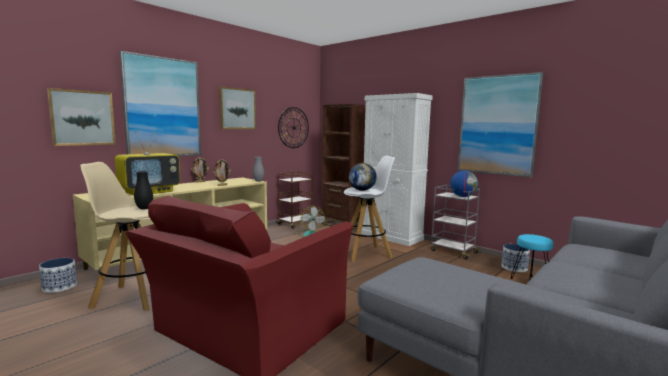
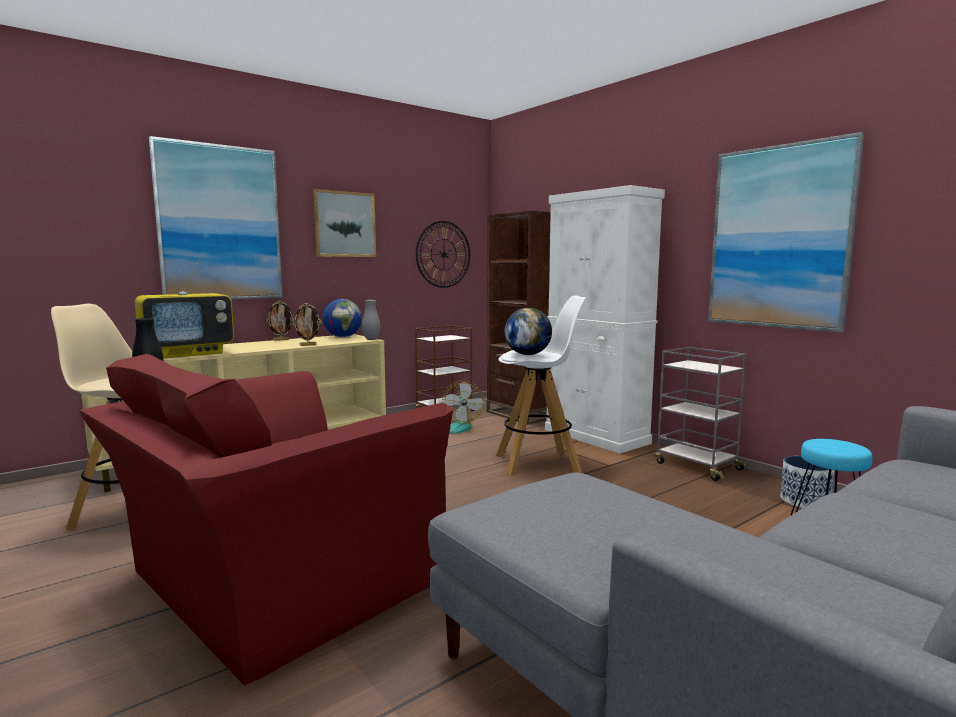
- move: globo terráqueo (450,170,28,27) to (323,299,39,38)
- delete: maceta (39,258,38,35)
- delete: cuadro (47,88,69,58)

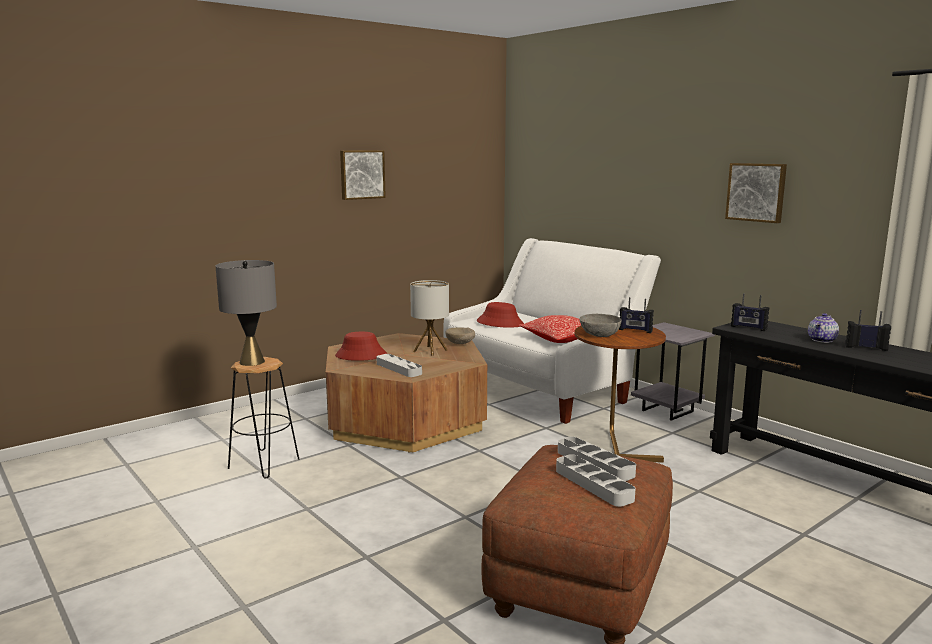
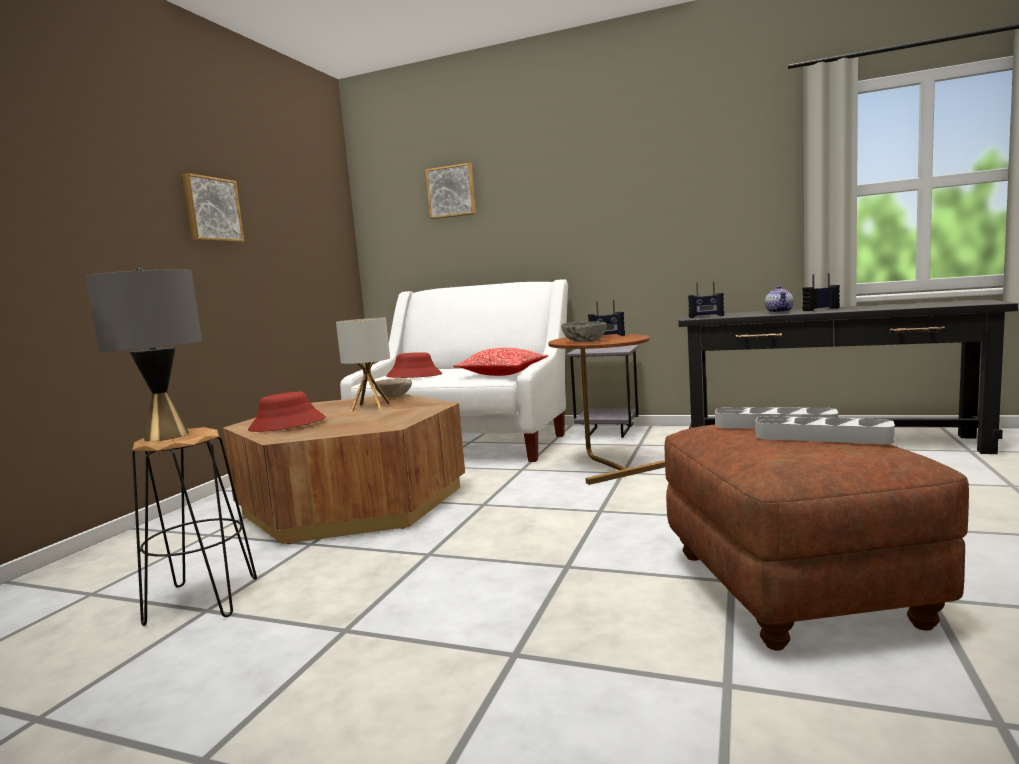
- move: cuadro (725,163,62,60) to (426,163,50,56)
- delete: bandeja [gris] (376,354,46,23)

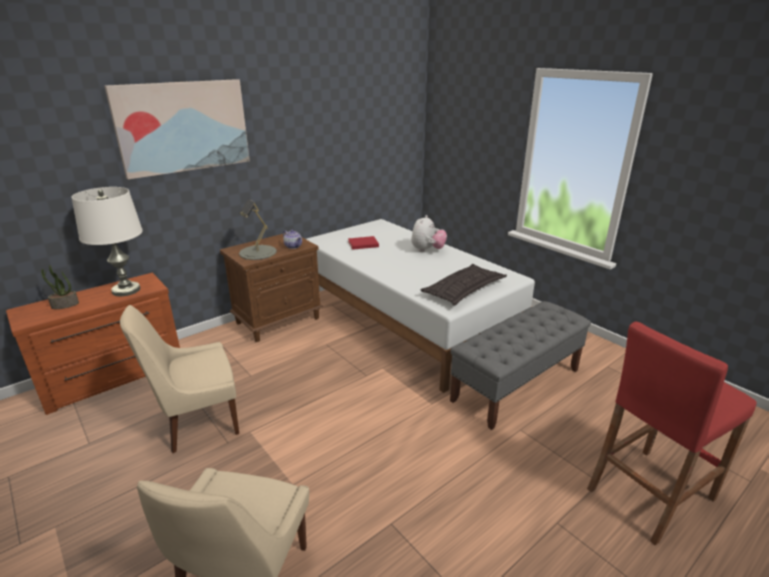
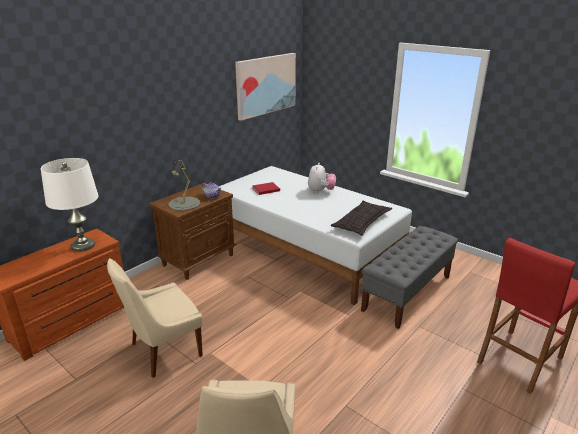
- move: cuadro (104,79,146,100) to (235,53,61,68)
- delete: planta en maceta (41,265,38,44)

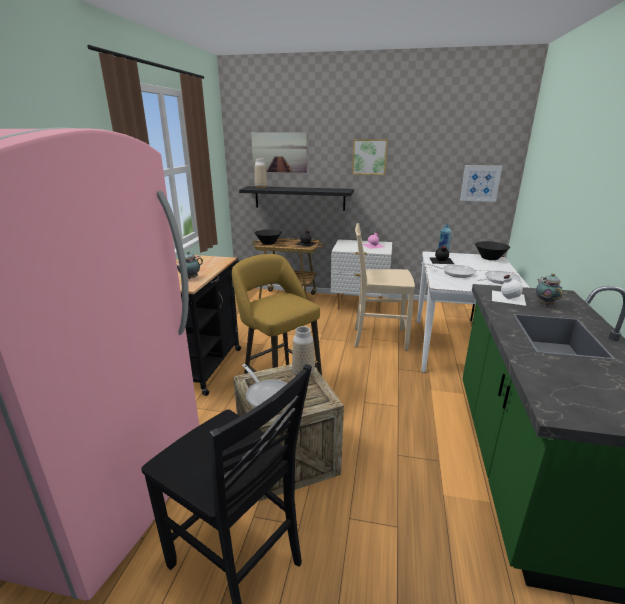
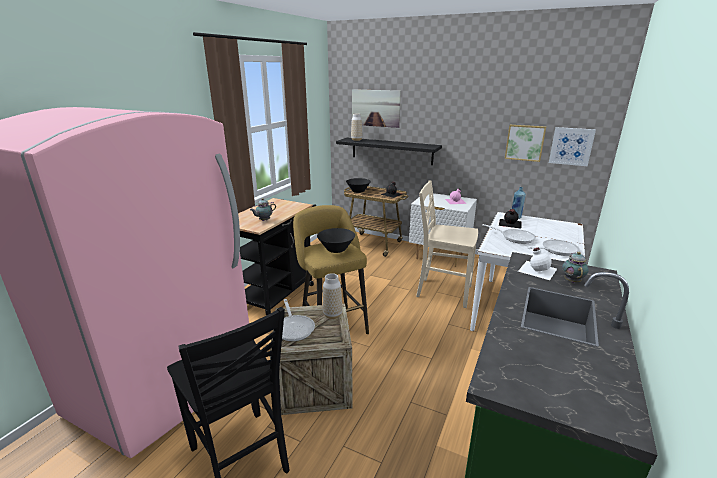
- move: cuenco [negro] (475,241,35,19) to (317,228,38,25)
- move: cuadro (352,139,36,36) to (505,125,41,37)

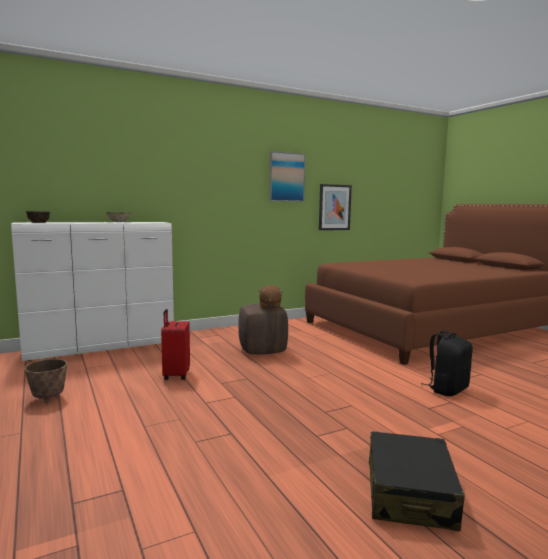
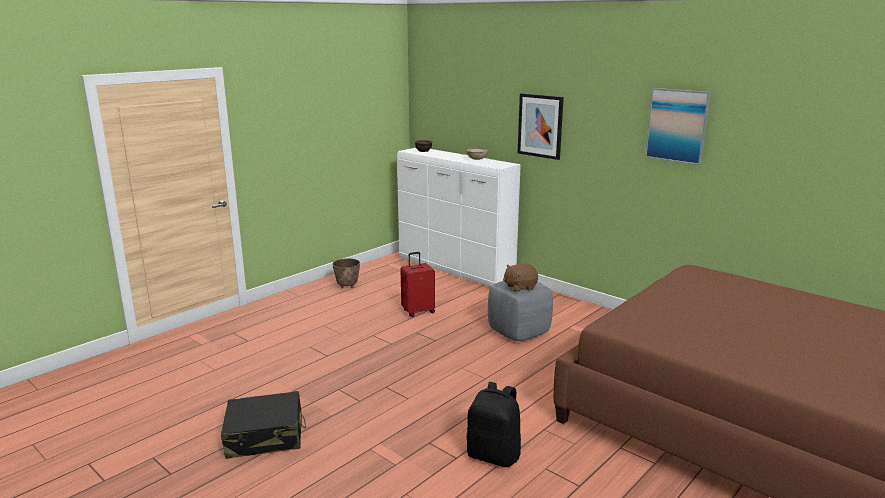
- recolor: puf [marrón] (238,303,50,51) to puf [gris] (488,281,65,60)
- move: cuadro (319,184,33,46) to (518,93,46,67)

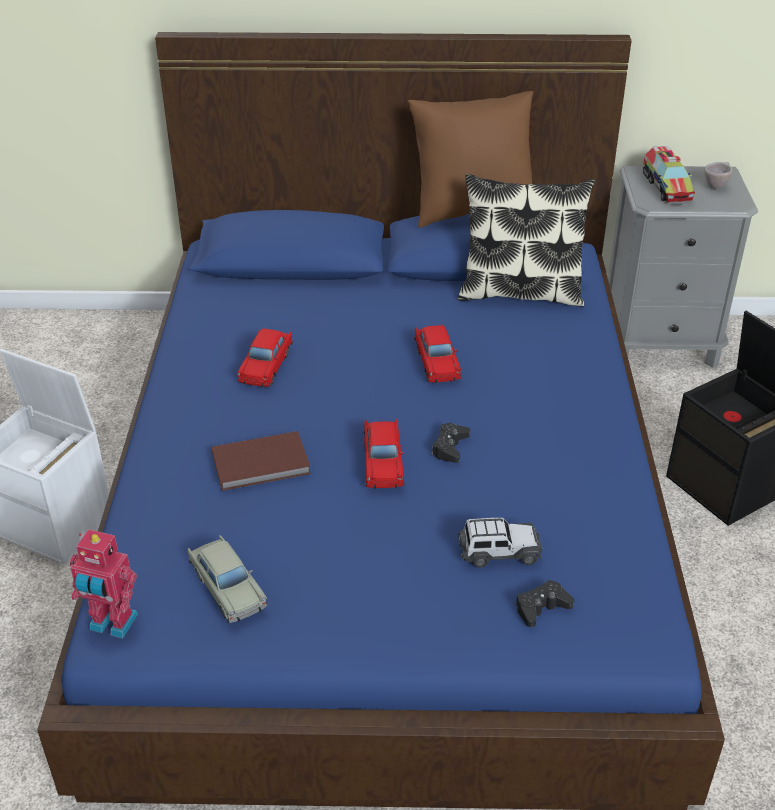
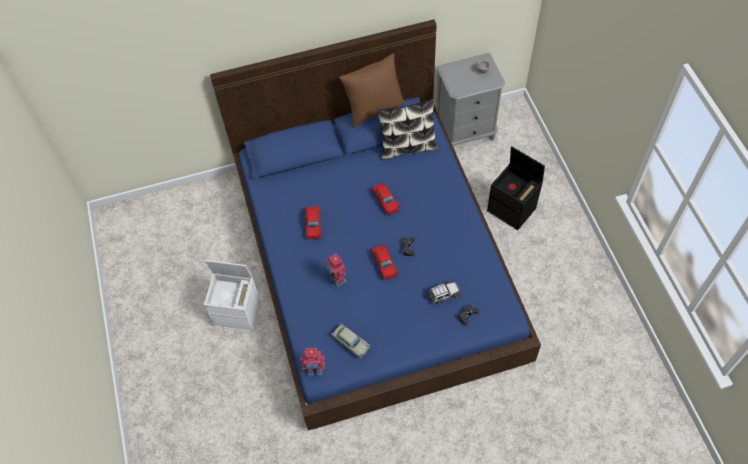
- replace: libro [marrón] (211,431,100,60) to robot de juguete (326,254,21,33)
- delete: camión de juguete (643,146,52,59)

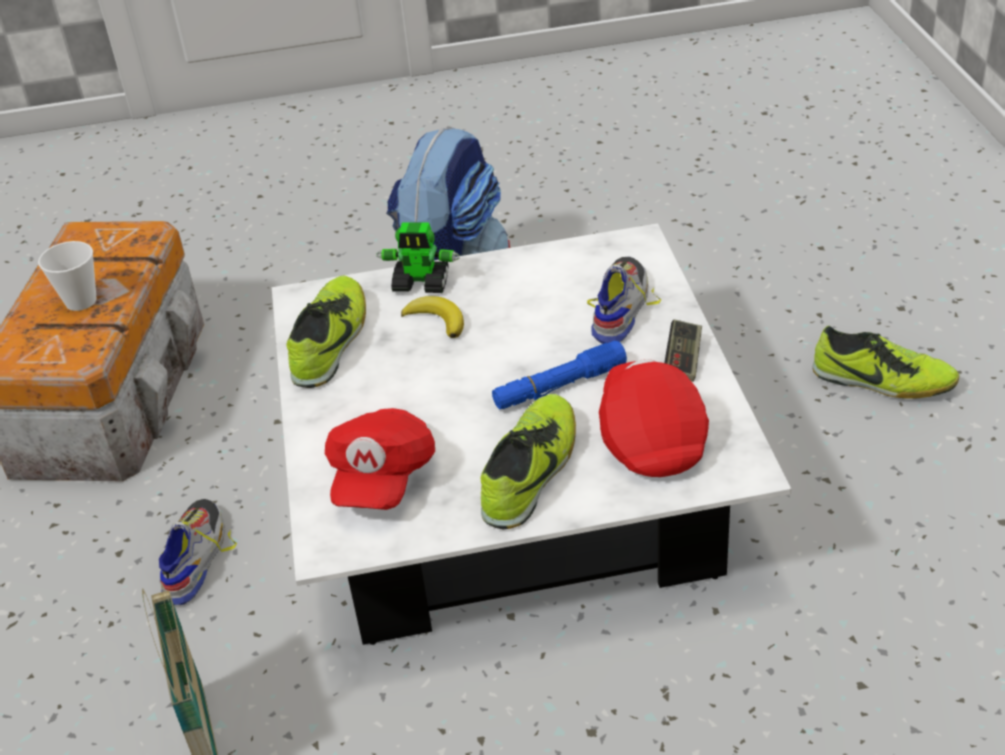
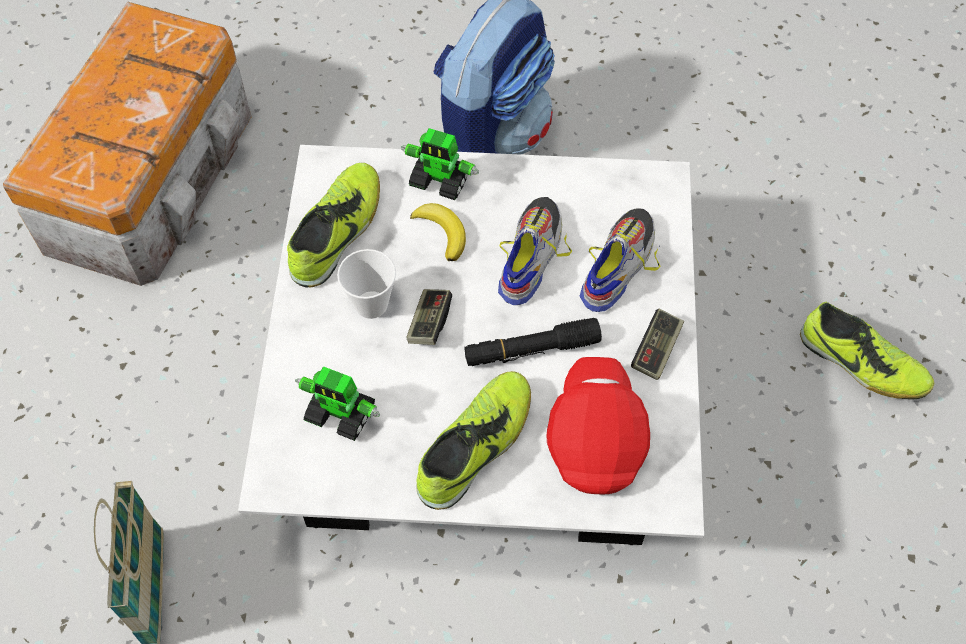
- replace: gorra [rojo] (325,408,110,102) to robot de juguete (295,366,85,75)
- move: taza (38,241,59,70) to (337,249,59,70)
- insert: mando de consola (406,289,46,56)
- recolor: linterna [azul] (492,341,135,68) to linterna [negro] (464,318,138,48)
- move: zapato (159,499,78,107) to (498,197,74,108)

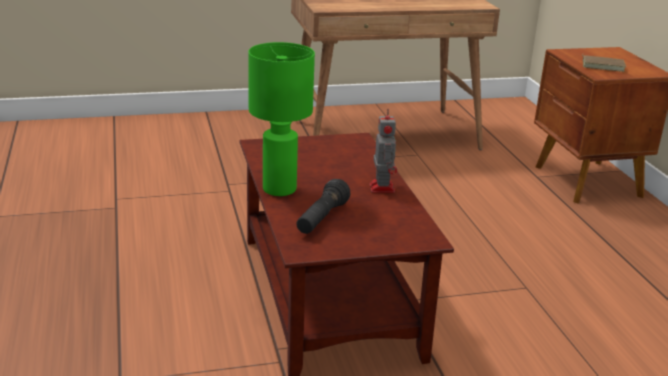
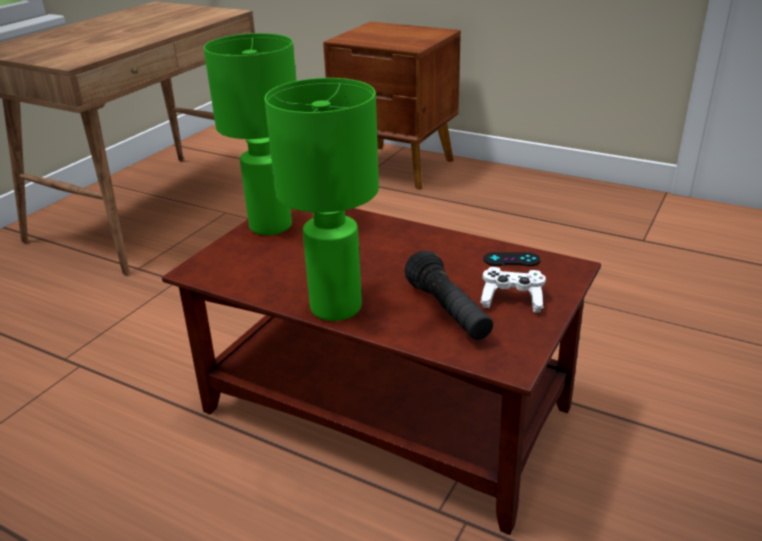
- insert: lámpara de mesa [verde] (204,33,93,202)
- insert: mando de consola [blanco] (480,267,66,46)
- insert: mando de consola [negro] (483,252,58,14)
- delete: robot de juguete (369,108,28,85)
- delete: libro [marrón] (582,53,44,19)

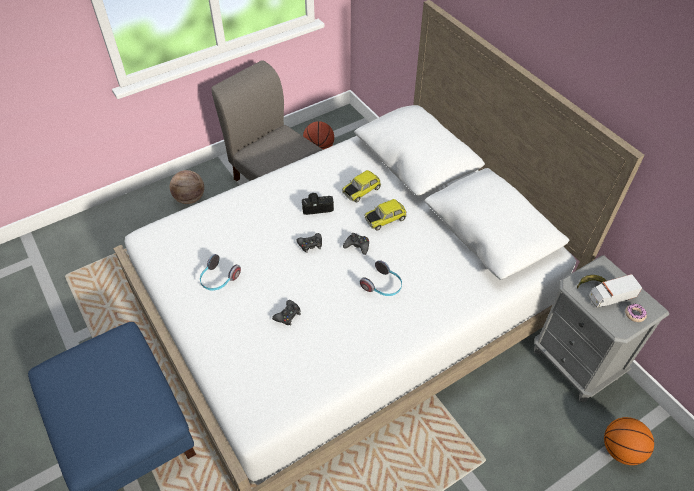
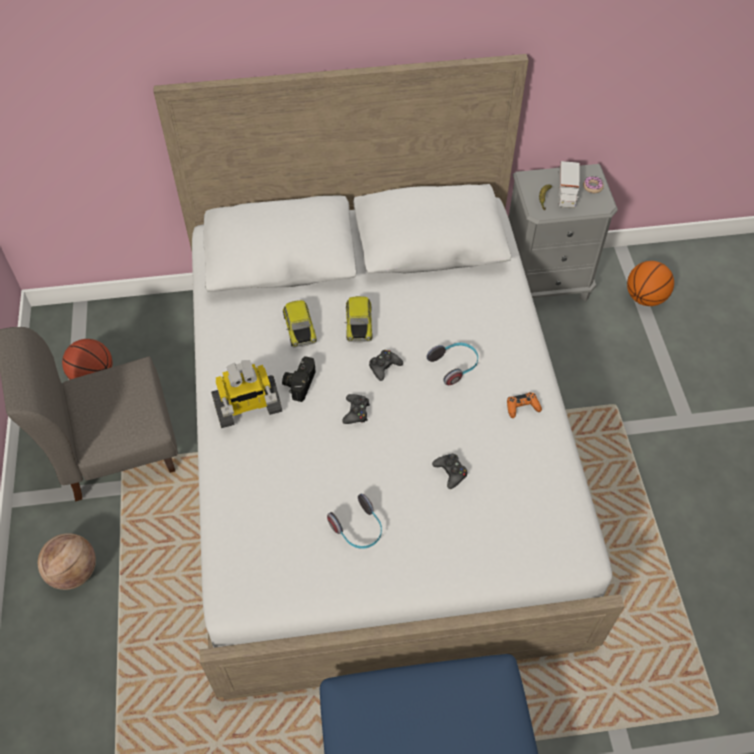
- insert: robot de juguete (211,360,71,68)
- insert: mando de consola [naranja] (507,392,35,26)

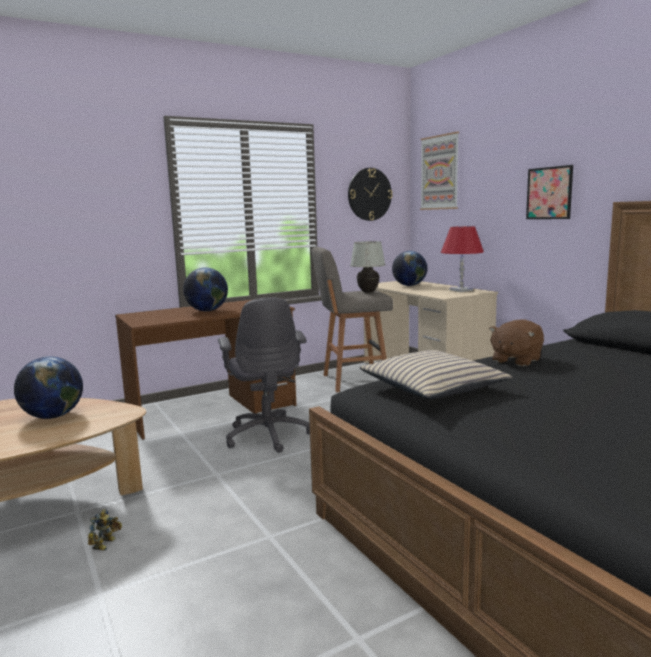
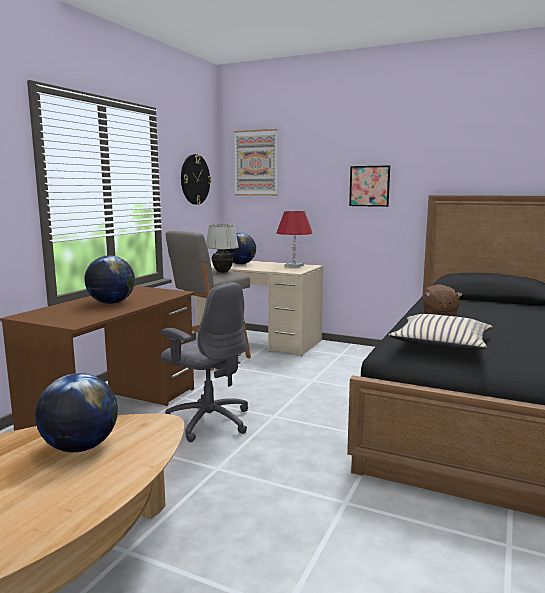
- delete: robot de juguete (88,509,34,42)

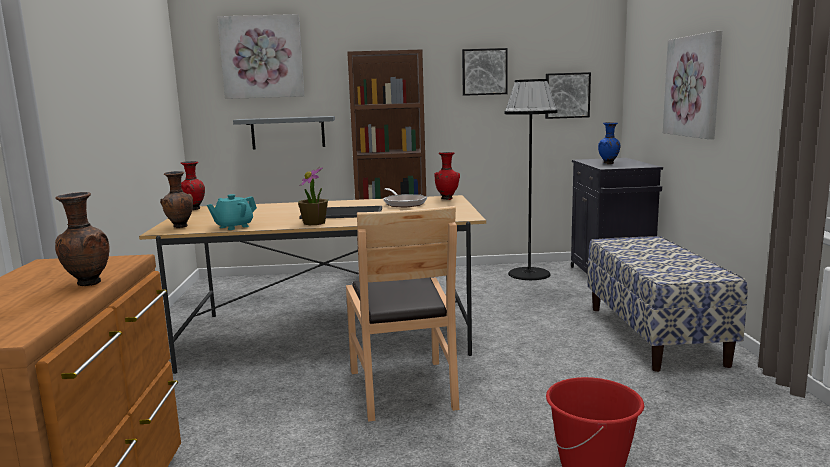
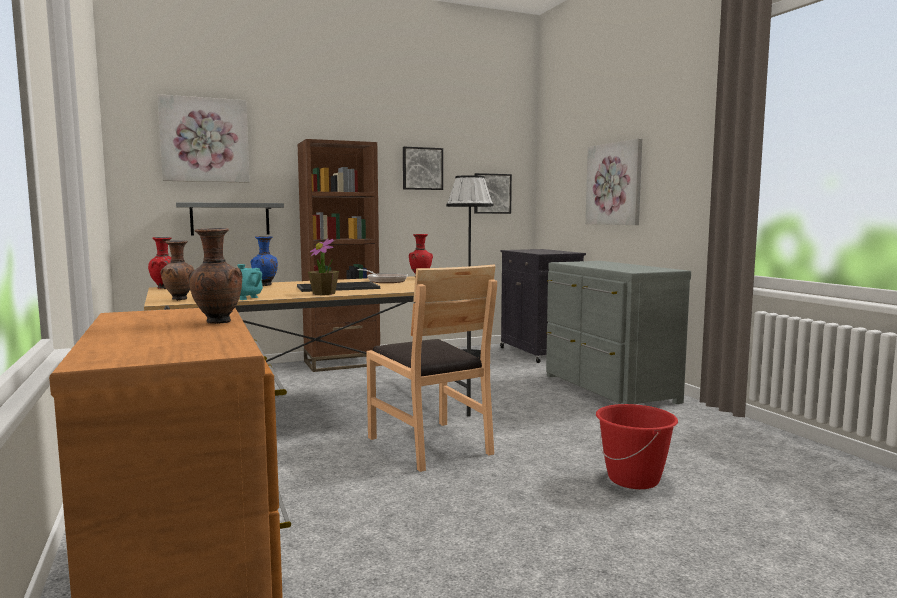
- move: florero [azul] (598,122,22,42) to (251,236,27,50)
- replace: banco (587,236,161,136) to cómoda [gris] (546,261,145,143)

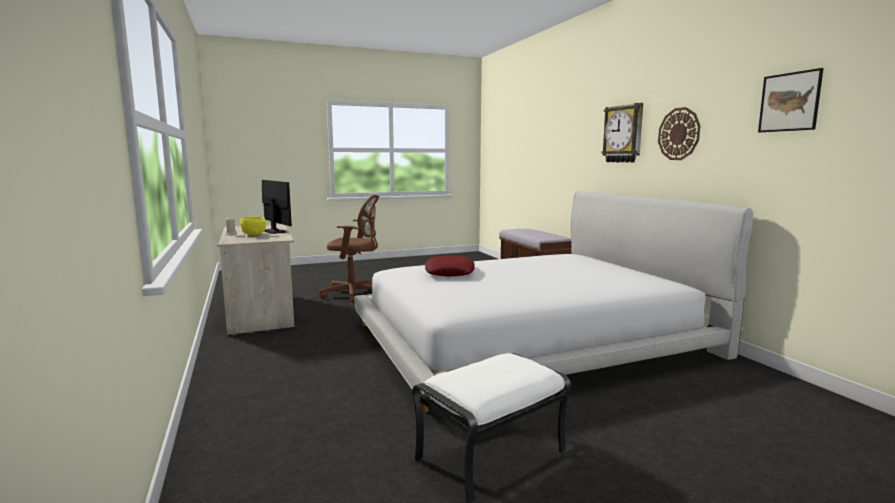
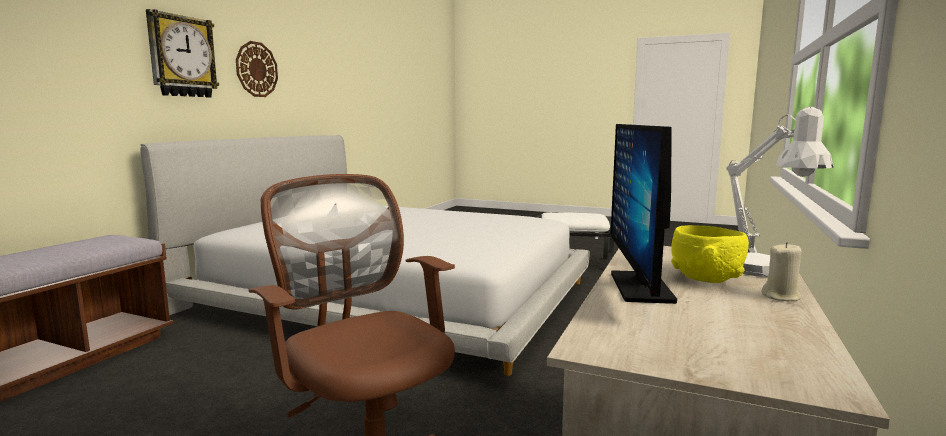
- insert: lámpara de mesa [blanco] (726,107,107,170)
- delete: cojín [rojo] (425,256,49,20)
- delete: cuadro (758,68,65,64)

